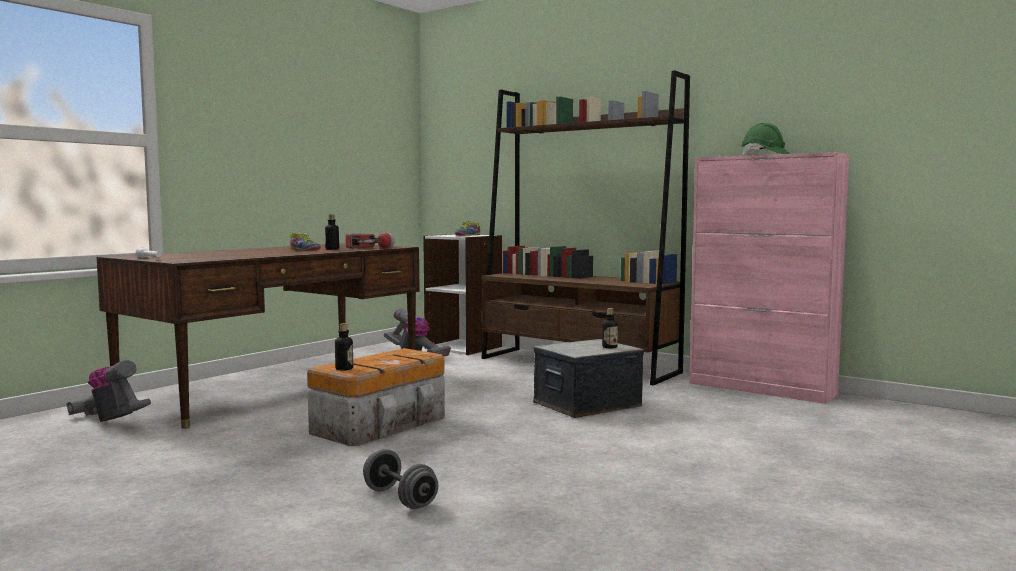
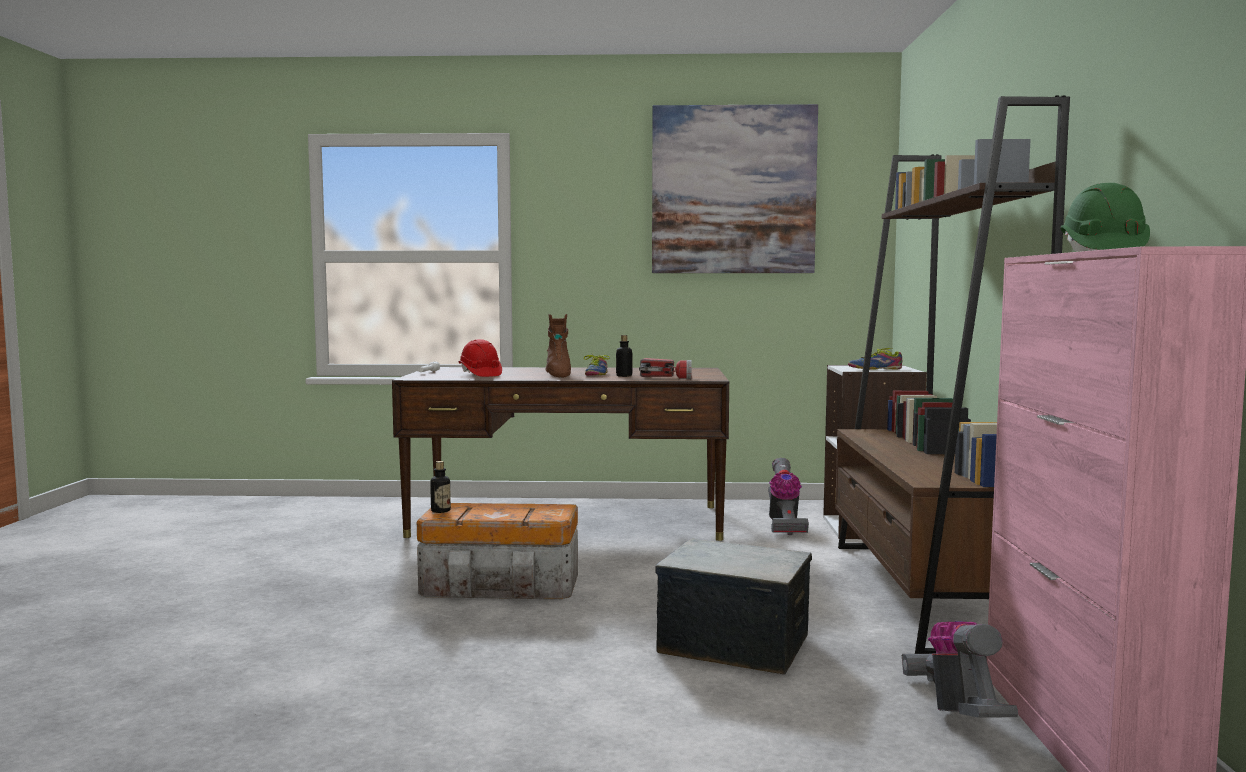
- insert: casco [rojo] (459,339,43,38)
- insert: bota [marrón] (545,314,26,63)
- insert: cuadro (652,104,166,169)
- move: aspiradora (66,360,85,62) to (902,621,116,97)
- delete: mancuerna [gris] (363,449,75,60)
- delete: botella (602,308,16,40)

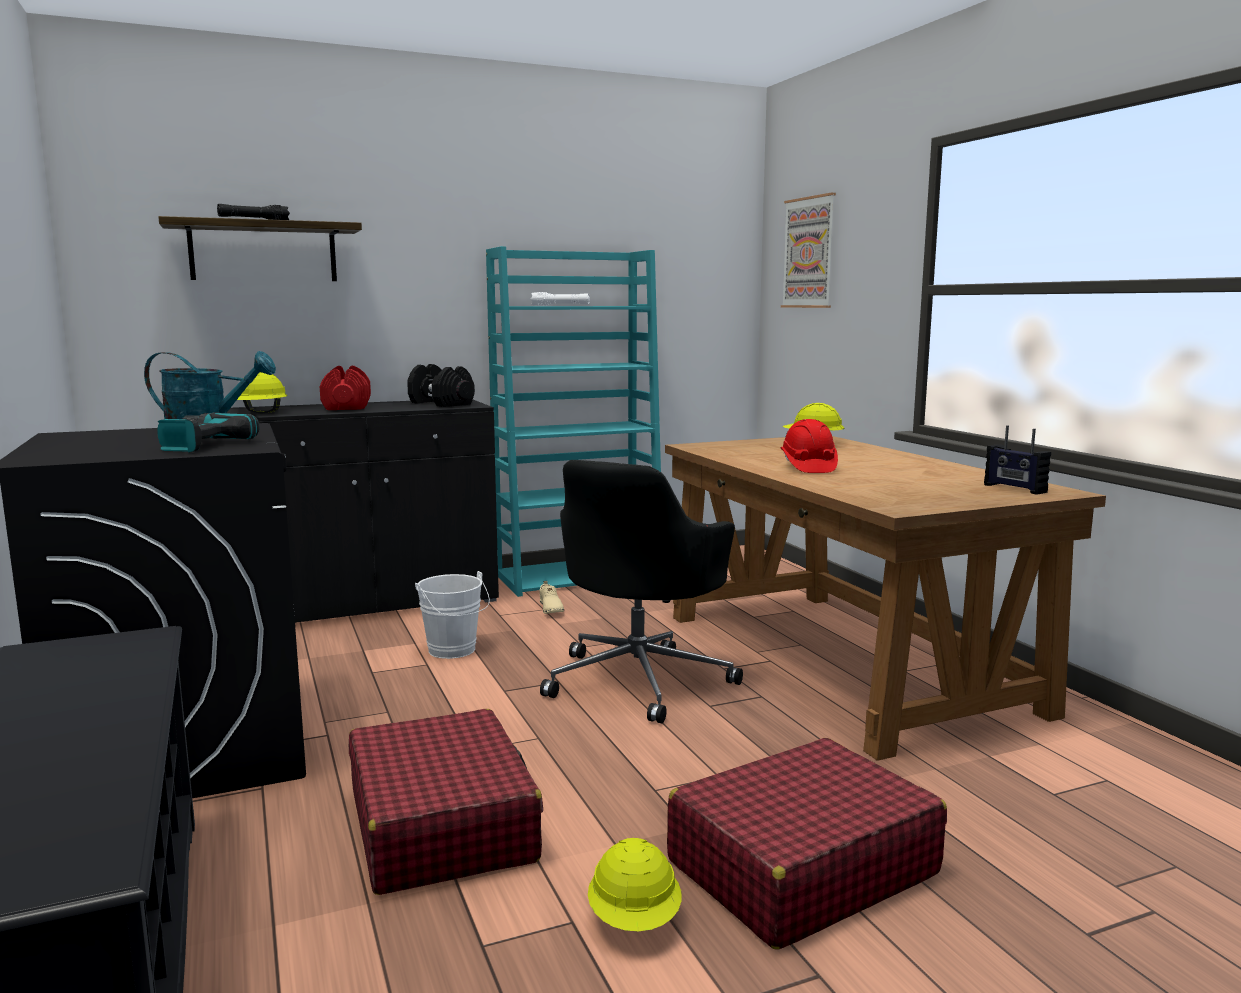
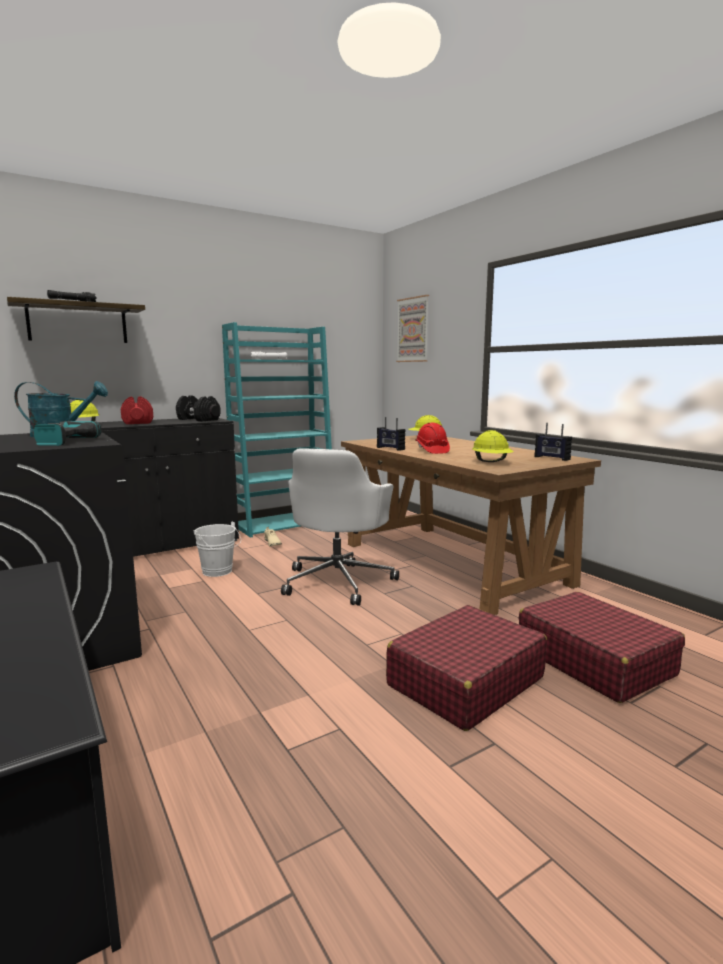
- recolor: silla de oficina [negro] (540,460,203,263) to silla de oficina [blanco] (281,448,118,158)
- insert: radio (377,417,28,34)
- move: casco [amarillo] (588,838,94,93) to (472,430,41,32)
- move: maleta [rojo] (349,709,194,186) to (518,592,167,111)

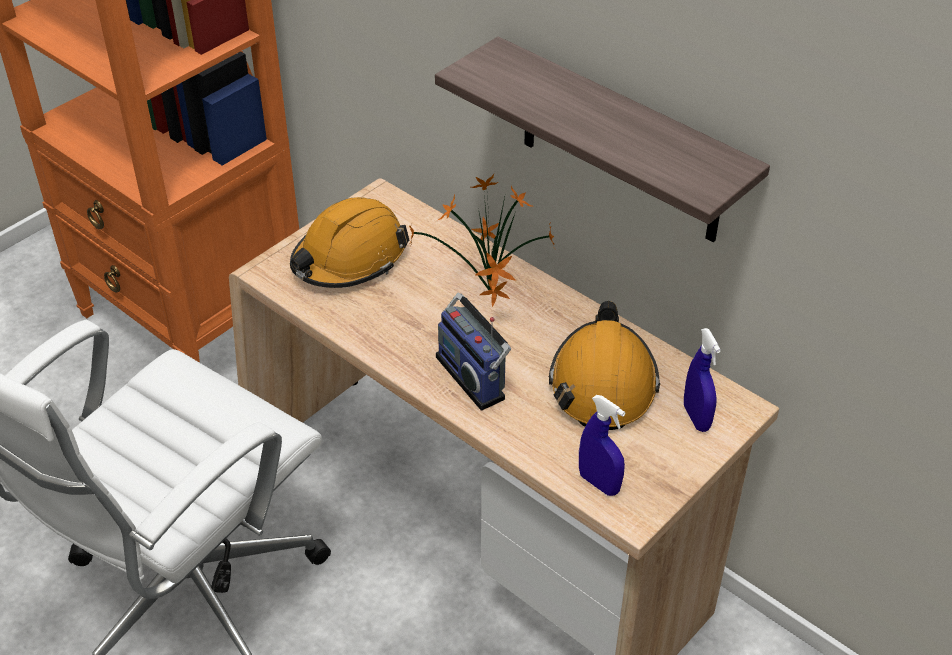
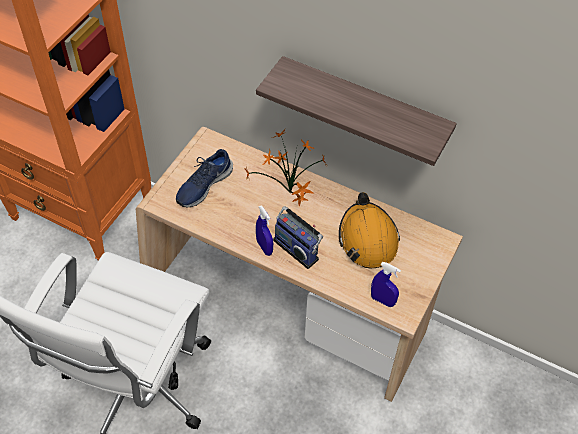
- replace: casco [naranja] (290,197,119,91) to zapato [azul] (176,149,57,58)
- move: pulverizador [azul] (684,328,37,104) to (256,205,17,51)

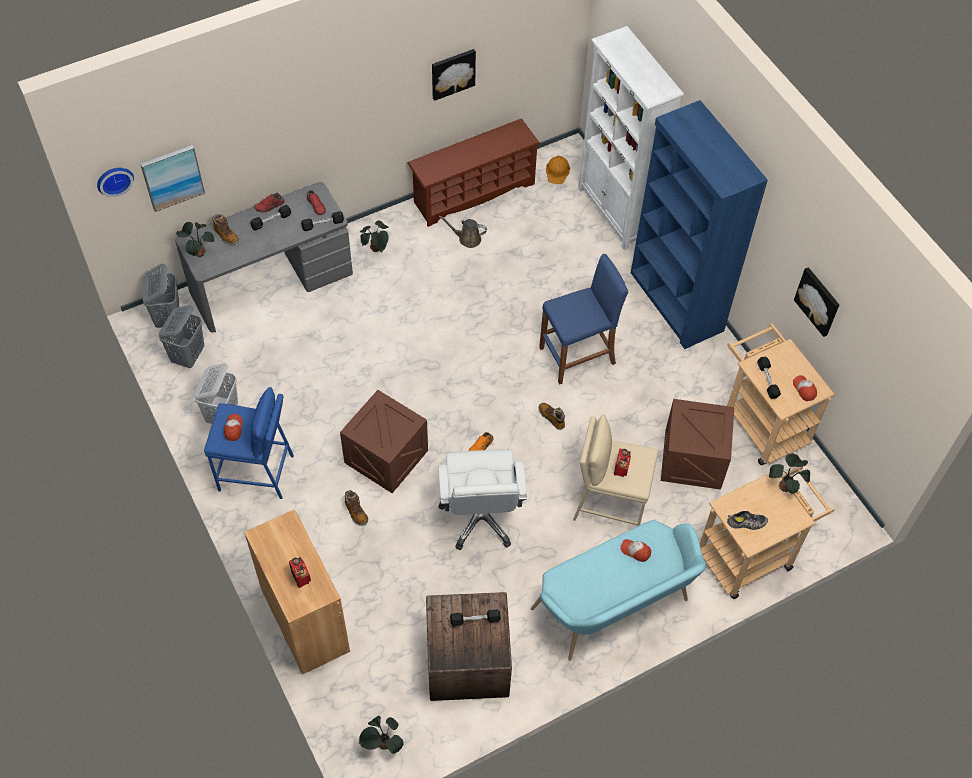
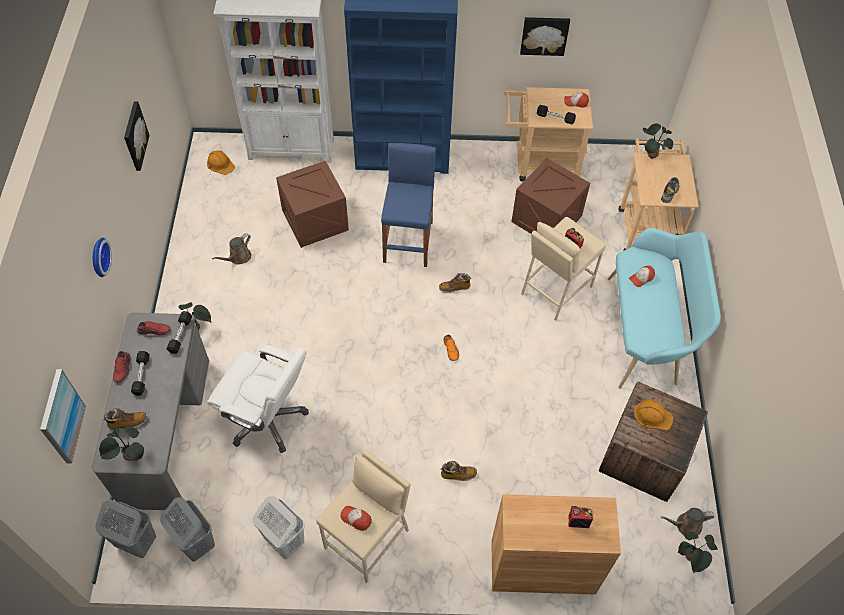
- move: reloj de pared (97,168,37,29) to (93,237,19,40)
- move: silla de oficina [blanco] (438,449,89,101) to (207,345,102,108)
- move: caja de embalaje (340,390,88,103) to (276,161,73,87)
- recolor: taburete [azul] (204,387,90,112) to taburete [beis] (316,450,95,133)
- replace: mancuerna [negro] (450,609,50,17) to casco [naranja] (634,400,39,30)
- insert: regadera [marrón] (661,508,53,27)
- delete: zapatero [marrón] (407,119,133,108)

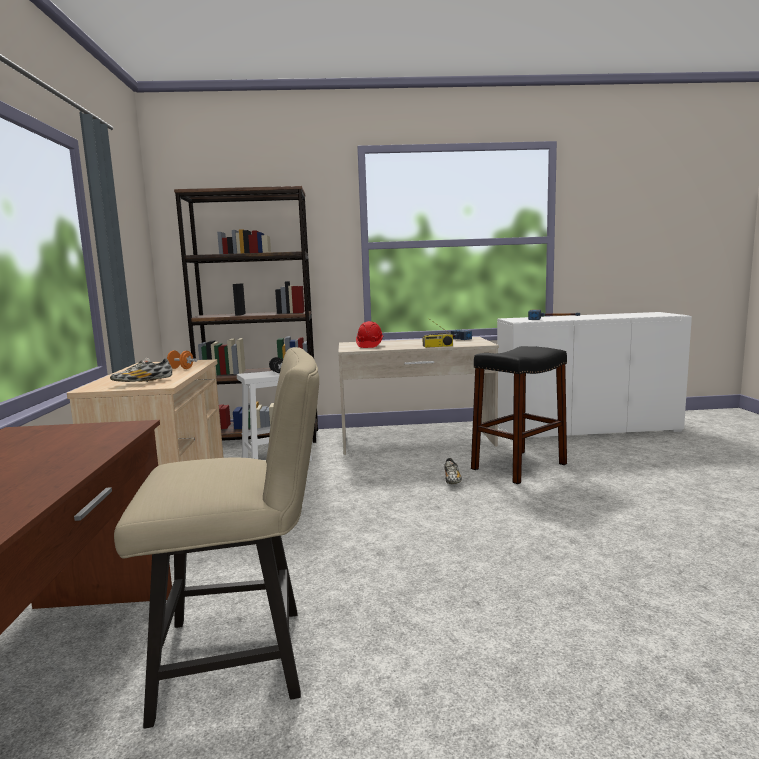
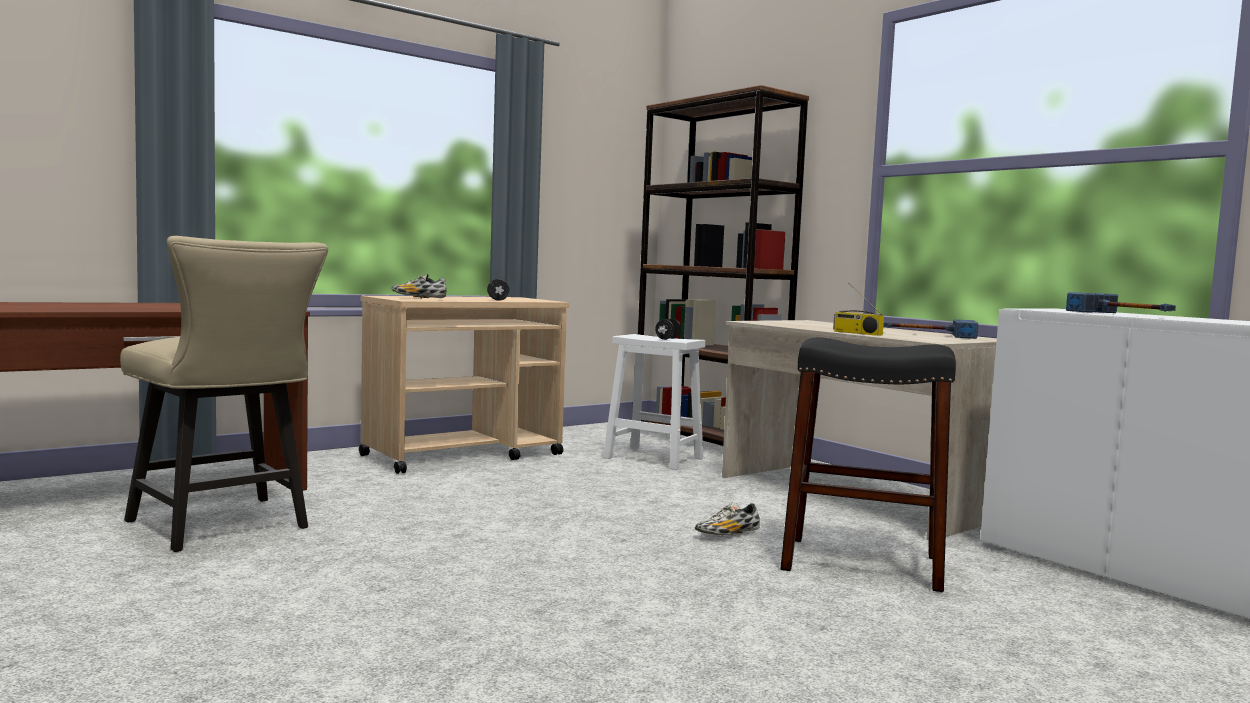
- recolor: mancuerna [naranja] (164,350,34,19) to mancuerna [negro] (487,279,23,22)
- delete: casco [rojo] (356,321,28,27)

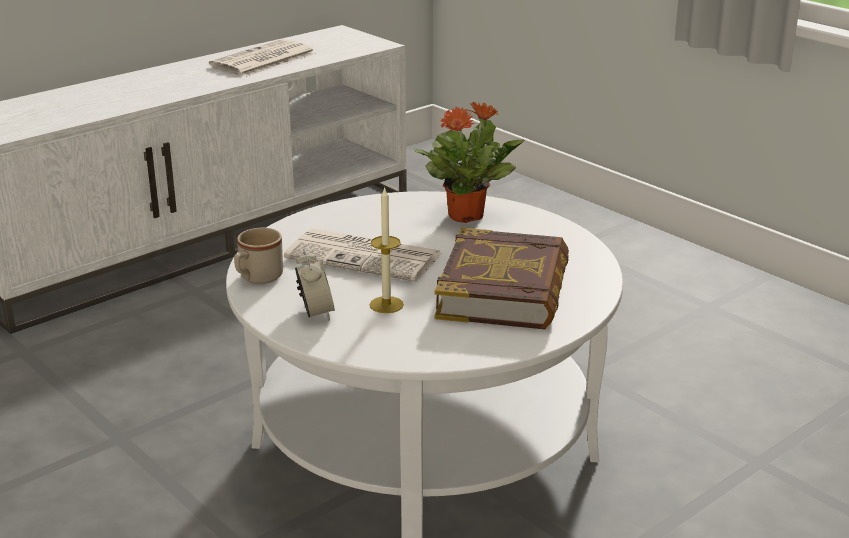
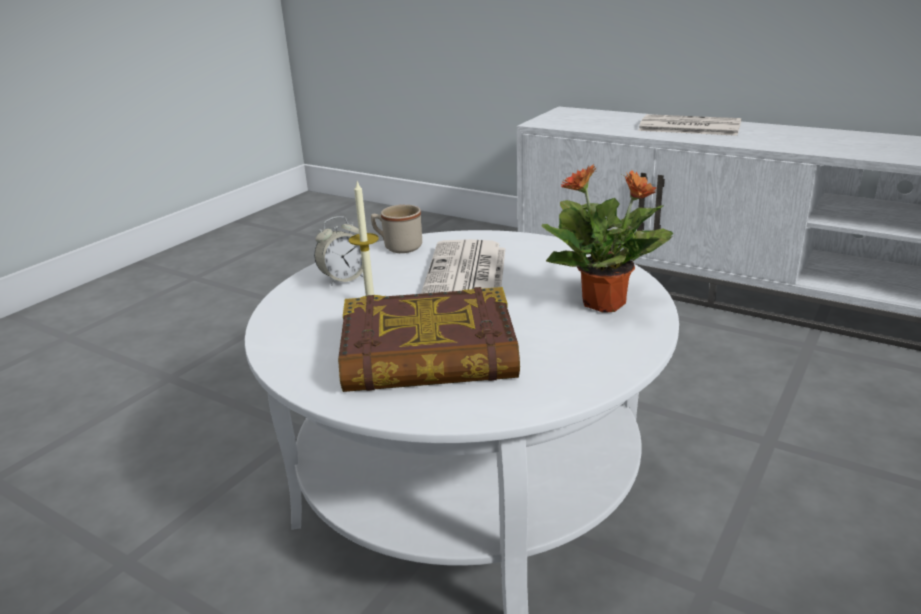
- move: periódico (209,39,107,38) to (638,114,104,22)

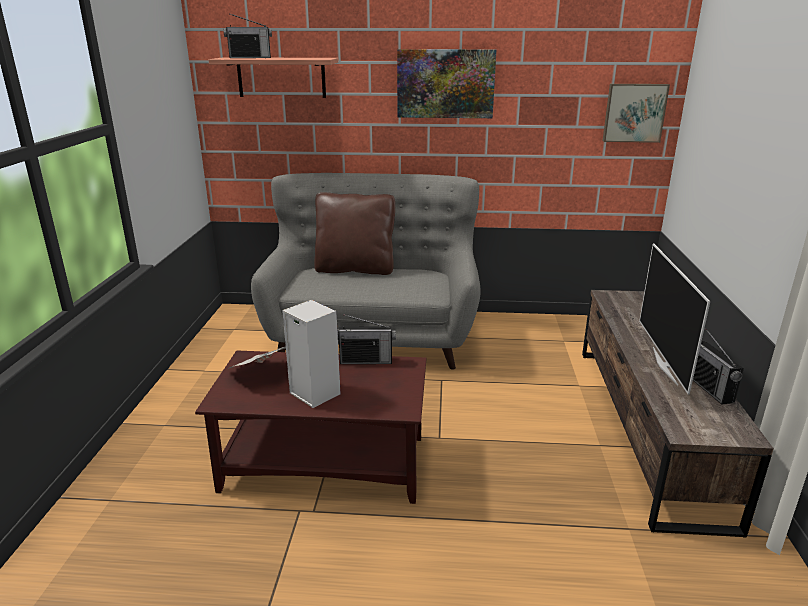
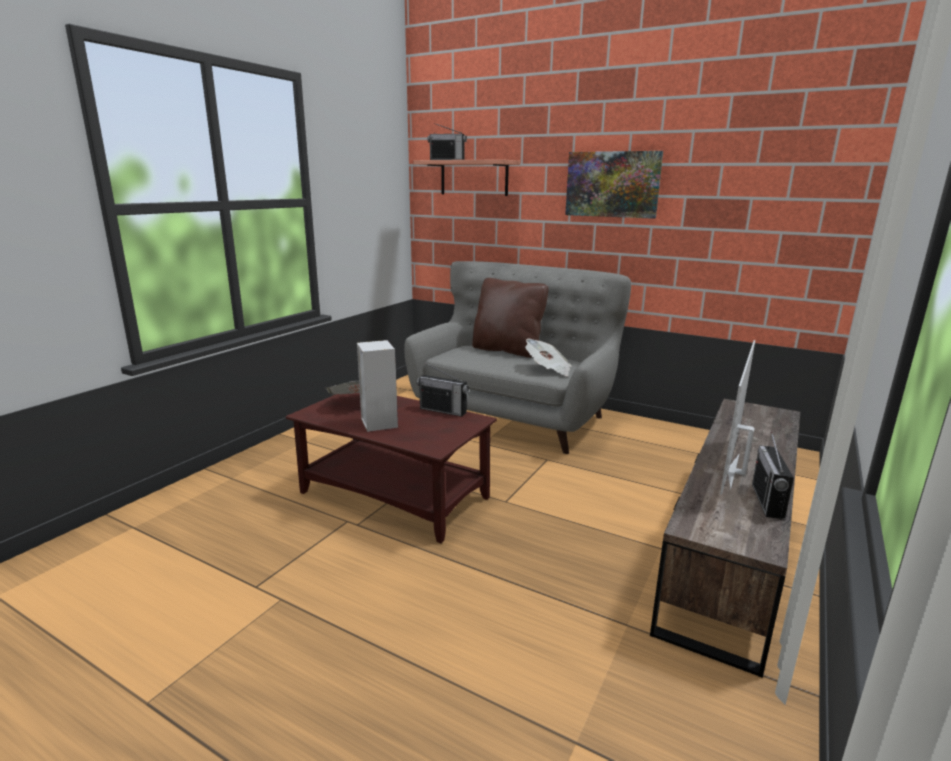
- insert: periódico (525,339,46,37)
- delete: cuadro (602,84,68,59)

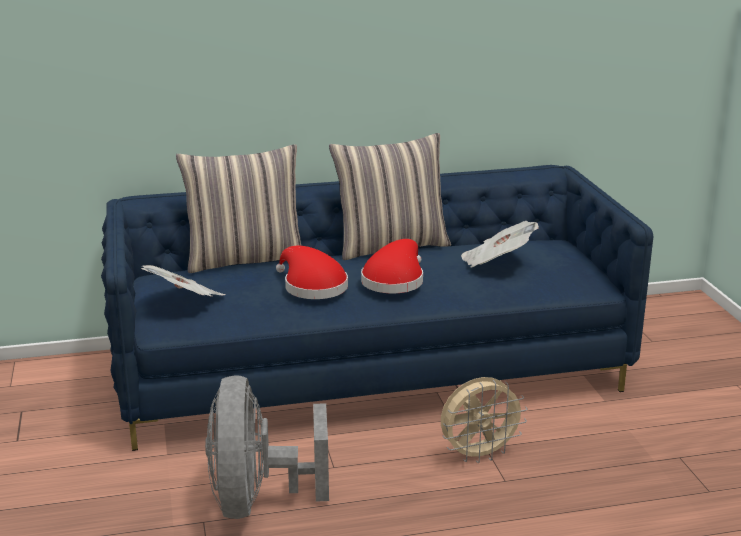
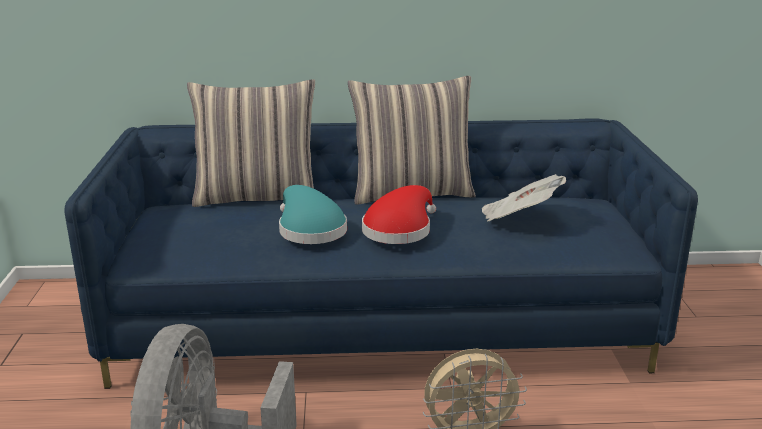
- recolor: sombrero [rojo] (276,246,72,53) to sombrero [turquesa] (279,185,68,59)
- delete: periódico (141,265,85,32)

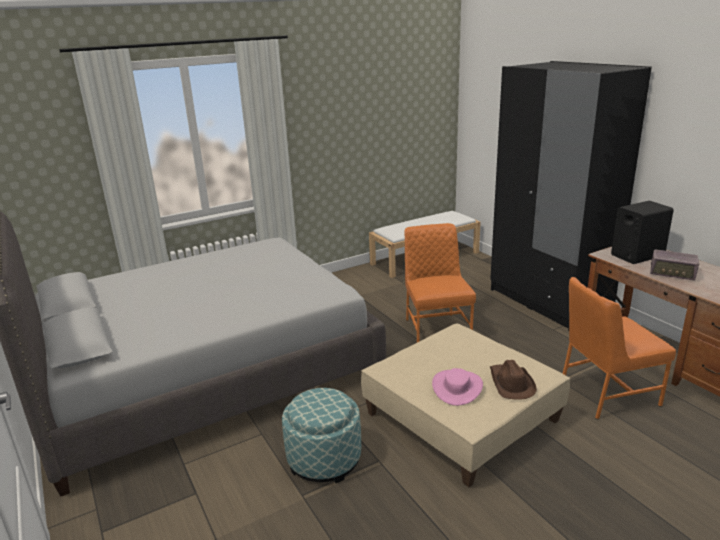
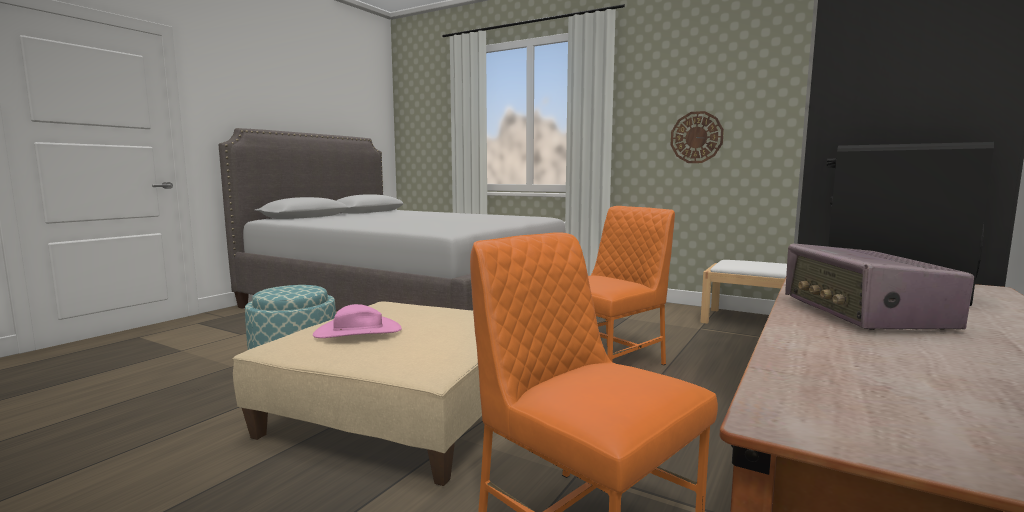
- insert: reloj de pared (671,111,53,52)
- delete: sombrero [marrón] (490,360,47,40)

